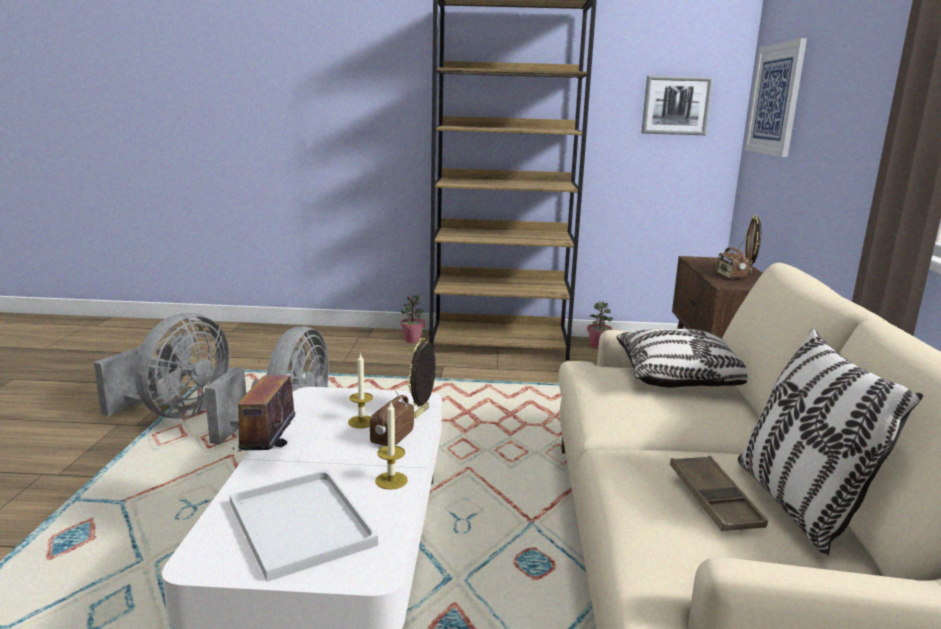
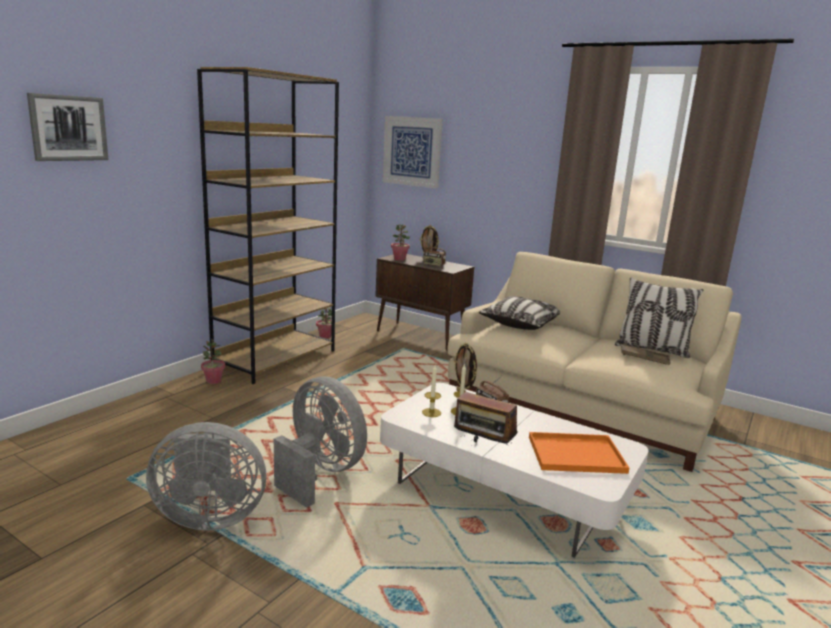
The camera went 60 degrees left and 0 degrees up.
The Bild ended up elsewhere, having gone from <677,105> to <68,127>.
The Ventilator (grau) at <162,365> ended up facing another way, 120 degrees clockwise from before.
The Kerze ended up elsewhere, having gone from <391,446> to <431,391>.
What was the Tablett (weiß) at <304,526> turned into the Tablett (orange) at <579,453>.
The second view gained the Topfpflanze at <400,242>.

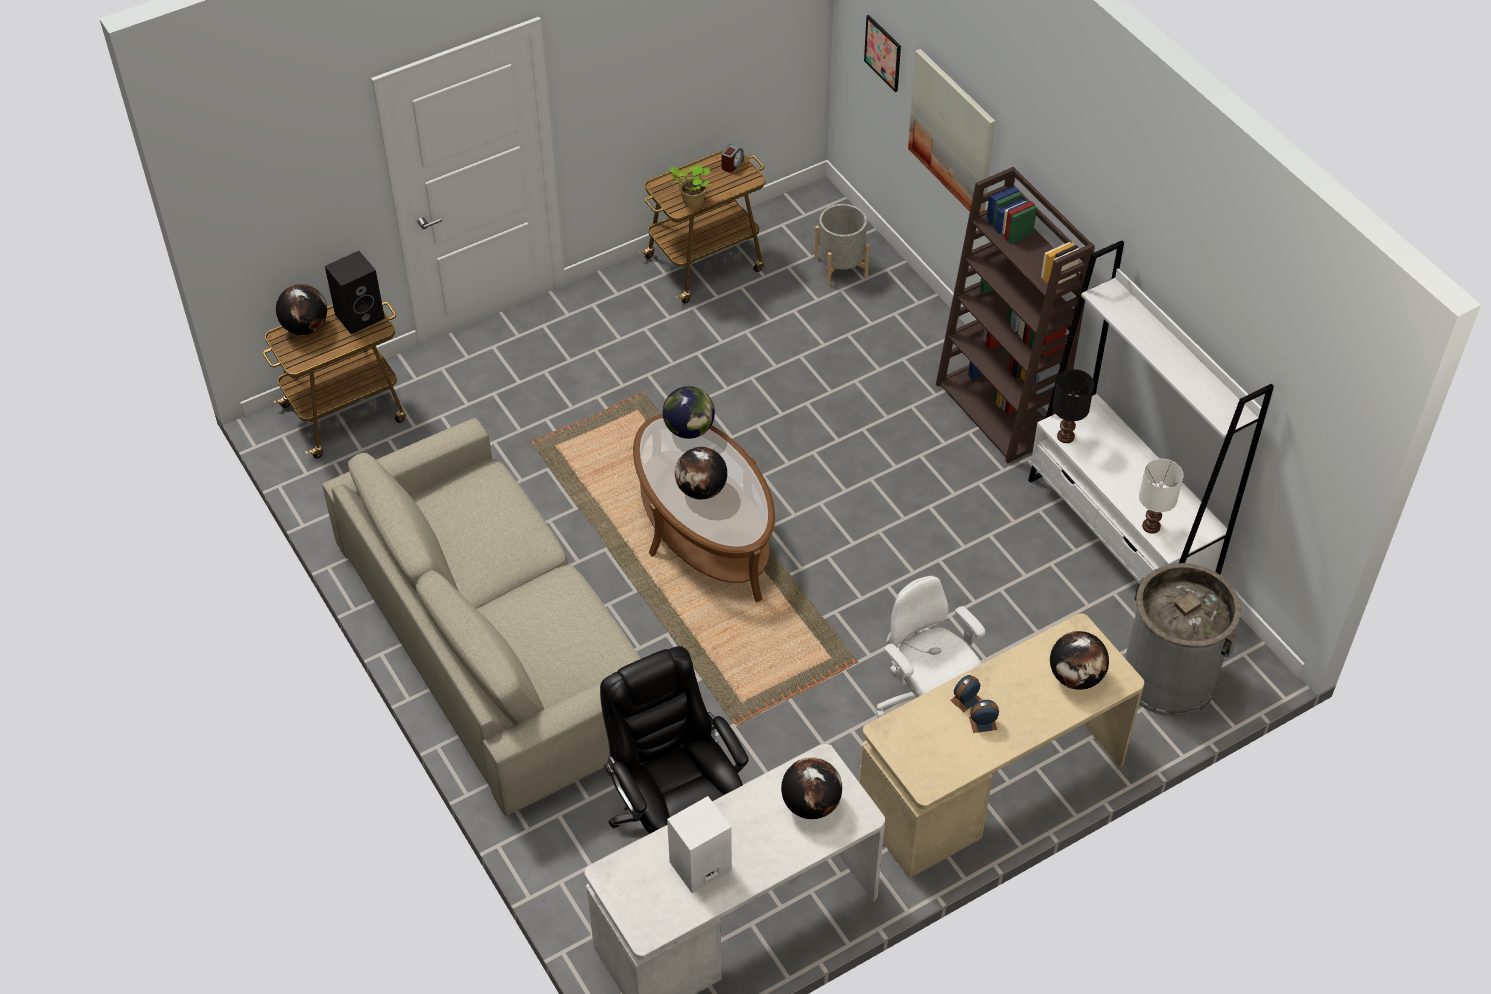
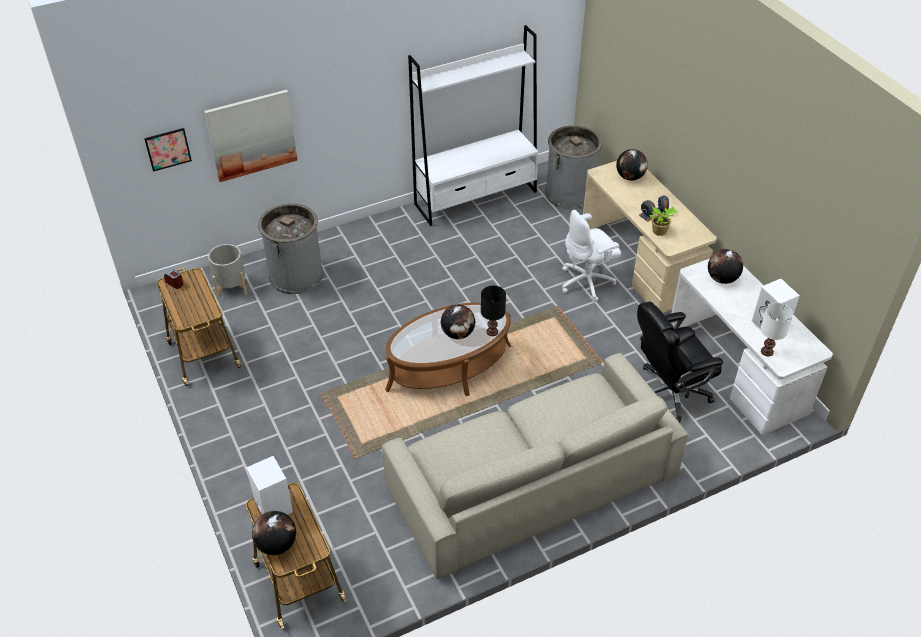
The camera went 85 degrees left and 5 degrees down.
The Topfpflanze ended up elsewhere, having gone from <689,186> to <663,221>.
The second view lost the Bücherregal (braun) at <1015,315>.
What was the Lautsprecher (schwarz) at <355,293> turned into the Lautsprecher (weiß) at <269,485>.
The Tischlampe (schwarz) ended up elsewhere, having gone from <1073,406> to <493,311>.
The second view lost the Globus at <689,412>.
The Tischlampe (weiß) ended up elsewhere, having gone from <1161,496> to <776,329>.
The second view gained the Mülleimer (grau) at <290,248>.

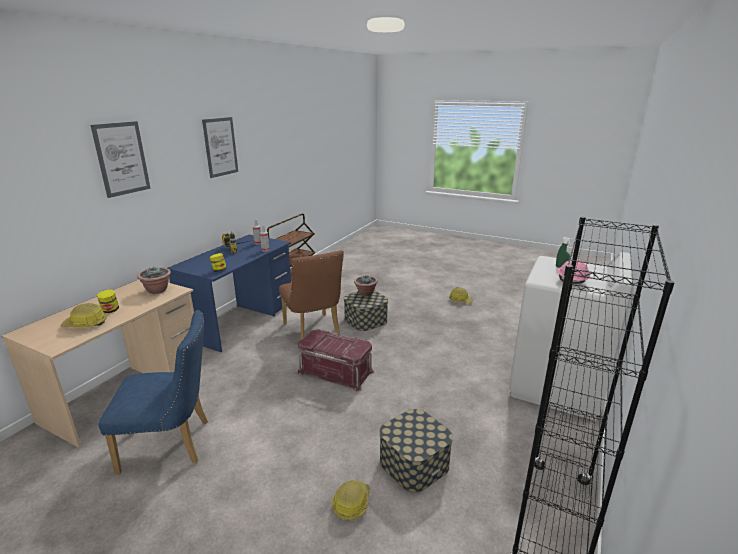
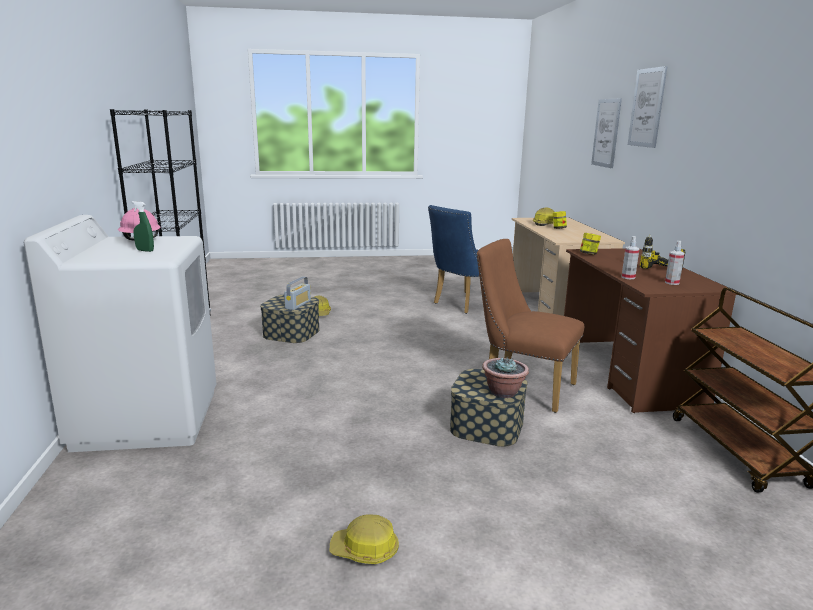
The camera went 145 degrees right and 5 degrees down.
The Bild ended up elsewhere, having gone from <220,147> to <606,133>.
What was the Schreibtisch (blau) at <229,293> turned into the Schreibtisch (braun) at <651,330>.
The second view lost the Topfpflanze at <154,280>.
The second view lost the Aufbewahrungsbox (rot) at <335,360>.
The second view gained the Radio at <297,293>.

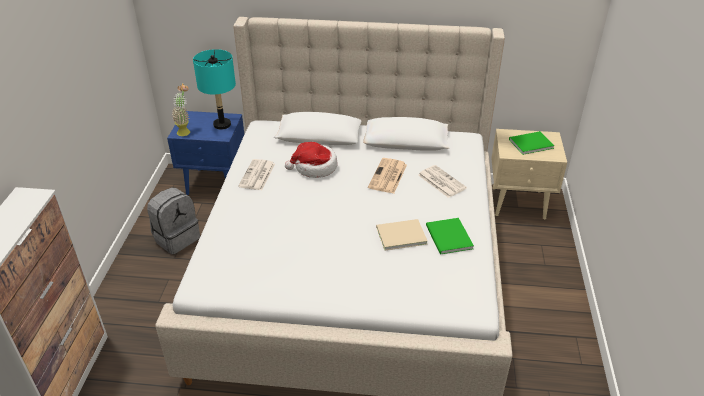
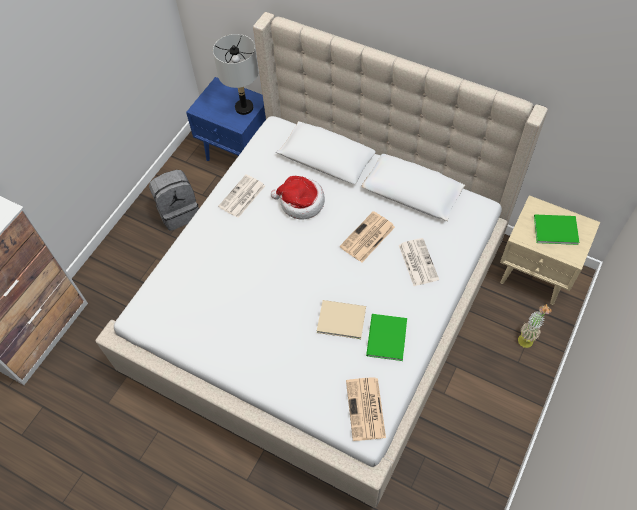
The camera went 25 degrees right and 20 degrees up.
What was the Tischlampe (türkis) at <214,89> turned into the Tischlampe (grau) at <235,74>.
The Topfpflanze ended up elsewhere, having gone from <180,110> to <535,326>.
The second view gained the Zeitung at <366,409>.

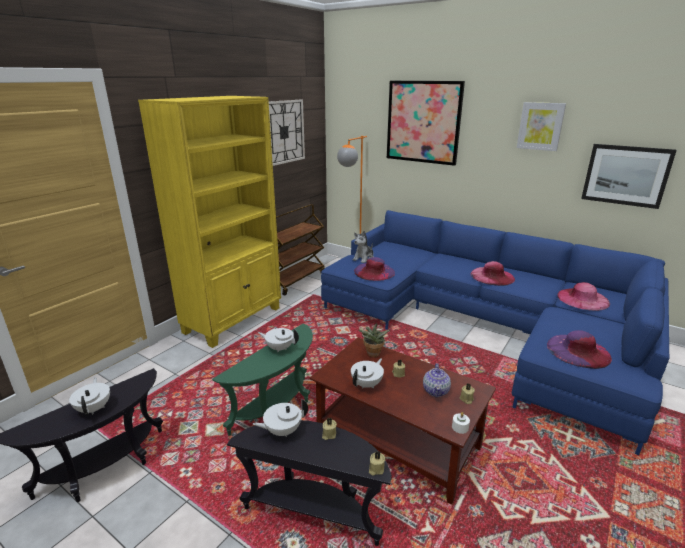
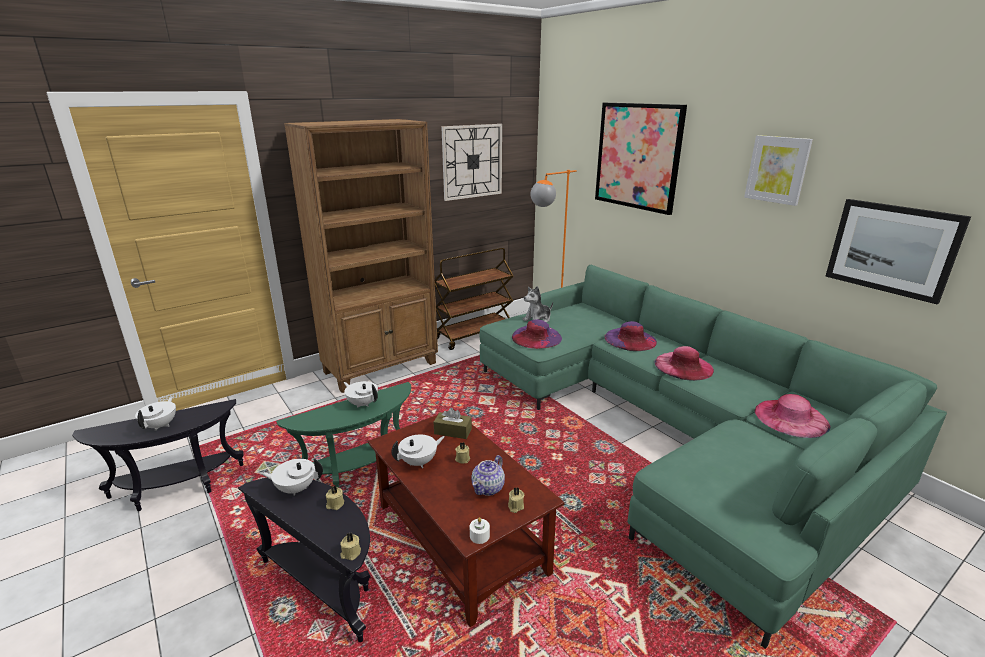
The camera went 20 degrees right and 0 degrees up.
What was the Bücherregal (gelb) at <209,222> turned into the Bücherregal (braun) at <361,256>.
What was the Sofa (blau) at <495,332> turned into the Sofa (grün) at <713,457>.
Where the Topfpflanze stood at <374,340>, the Taschentuchbox (braun) came to stand at <453,423>.
The Hut (lila) ended up elsewhere, having gone from <579,349> to <630,336>.

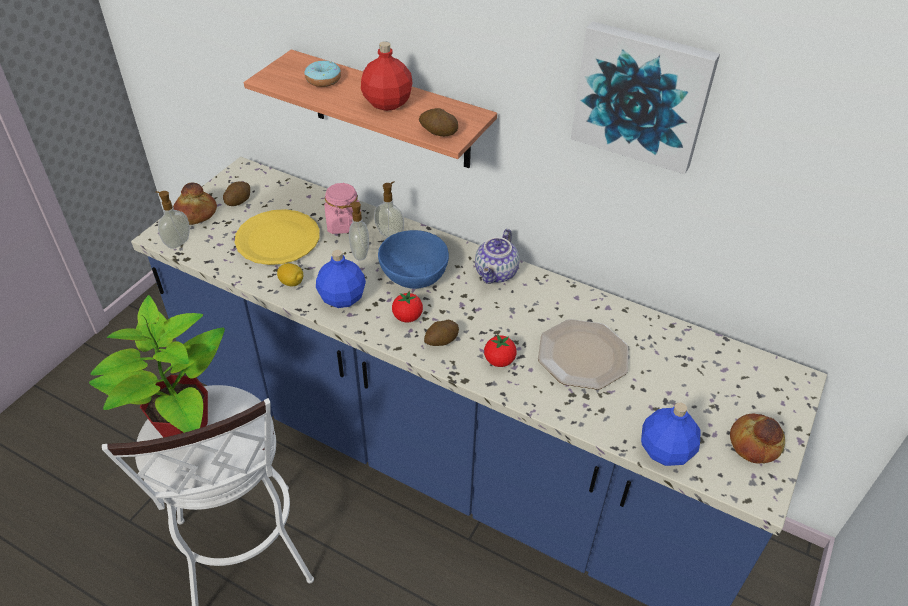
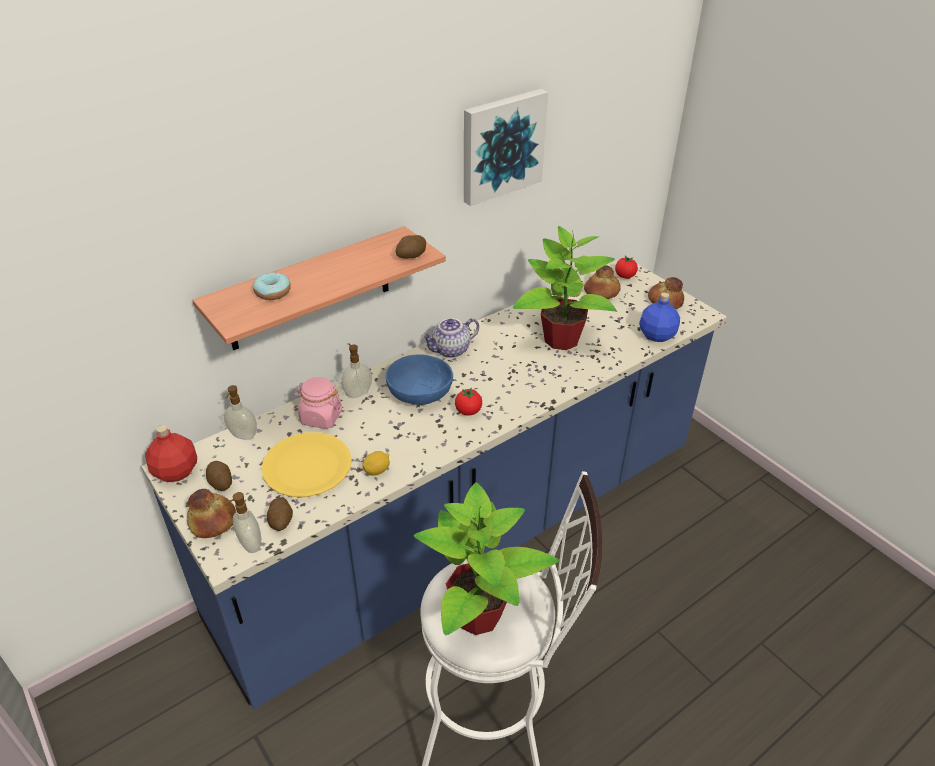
The camera went 65 degrees left and 5 degrees down.
The Flasche (rot) ended up elsewhere, having gone from <387,76> to <171,453>.
The Seifenspender ended up elsewhere, having gone from <356,231> to <240,412>.
The Teekanne at <497,256> ended up facing another way, 105 degrees clockwise from before.
The second view lost the Flasche (blau) at <341,279>.
Where the Teller stood at <583,354>, the Topfpflanze came to stand at <564,288>.
The Kartoffel ended up elsewhere, having gone from <441,333> to <280,514>.
The Tomate ended up elsewhere, having gone from <500,350> to <626,267>.
The second view gained the Brot at <602,282>.

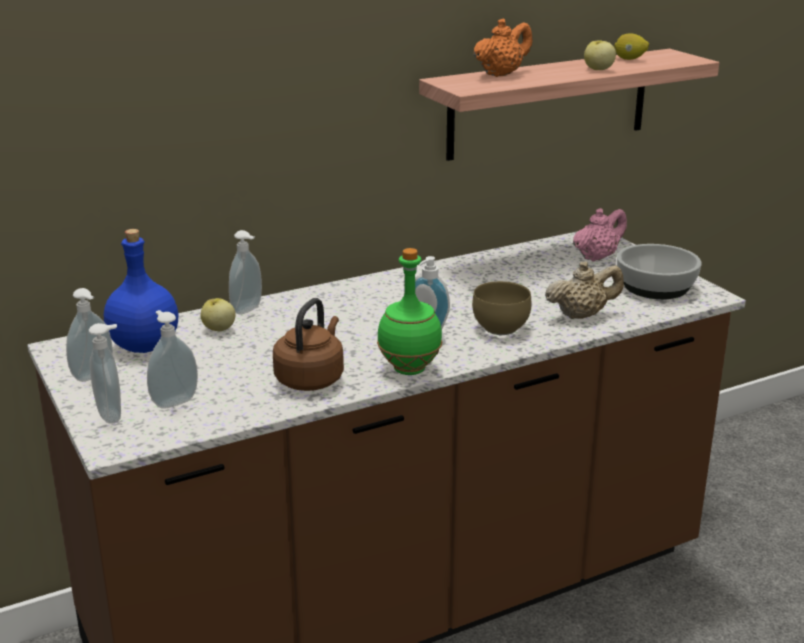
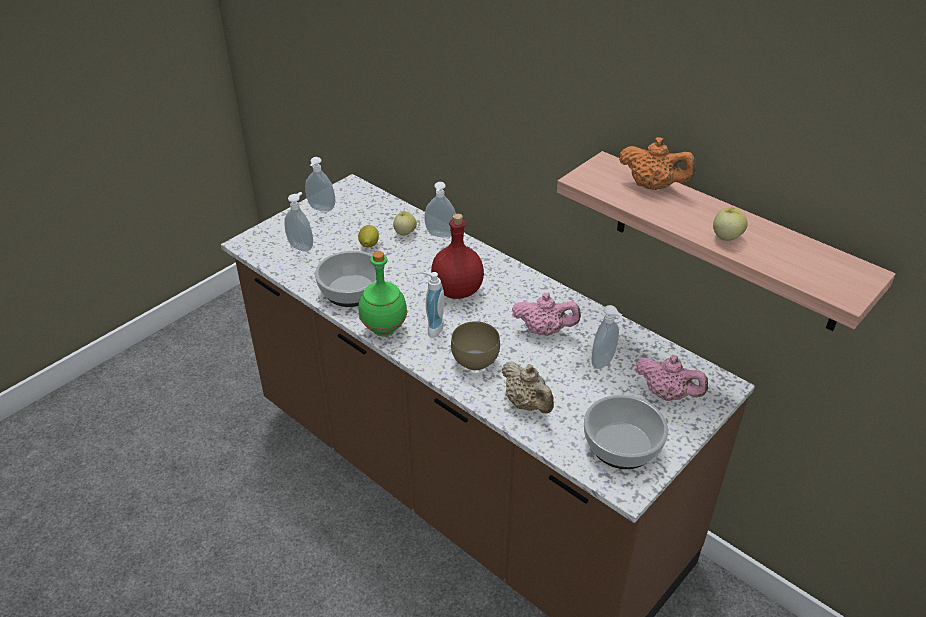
The camera went 70 degrees right and 15 degrees up.
The Zitrone ended up elsewhere, having gone from <631,46> to <368,236>.
The second view lost the Flasche (blau) at <141,291>.
Where the Wasserkessel (braun) stood at <308,344>, the Schüssel came to stand at <346,279>.
The Seifenspender ended up elsewhere, having gone from <105,373> to <607,337>.
The second view gained the Flasche (rot) at <457,256>.
The second view gained the Teekanne (rosa) at <546,314>.

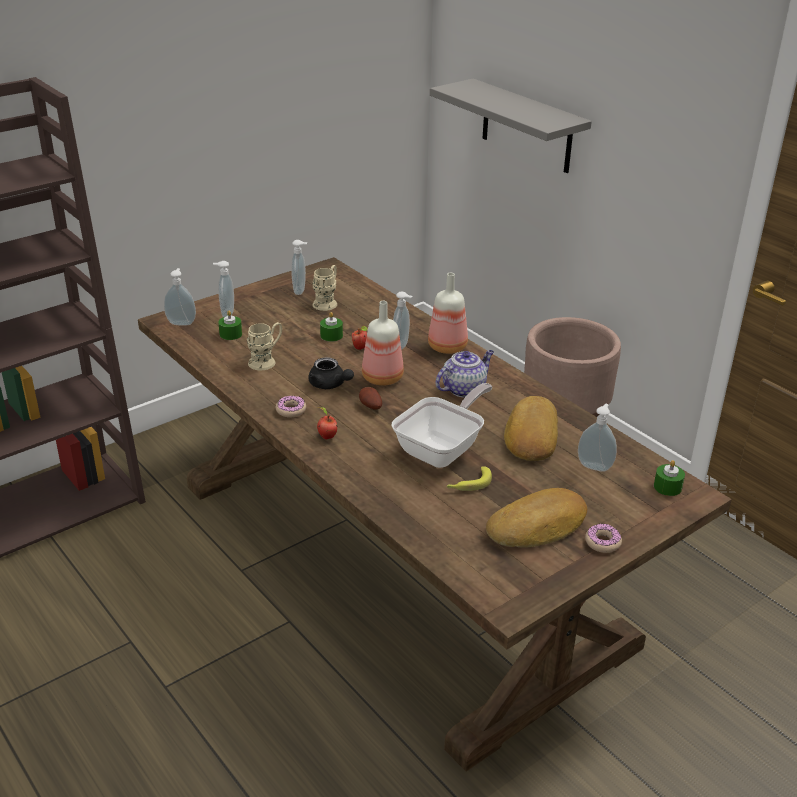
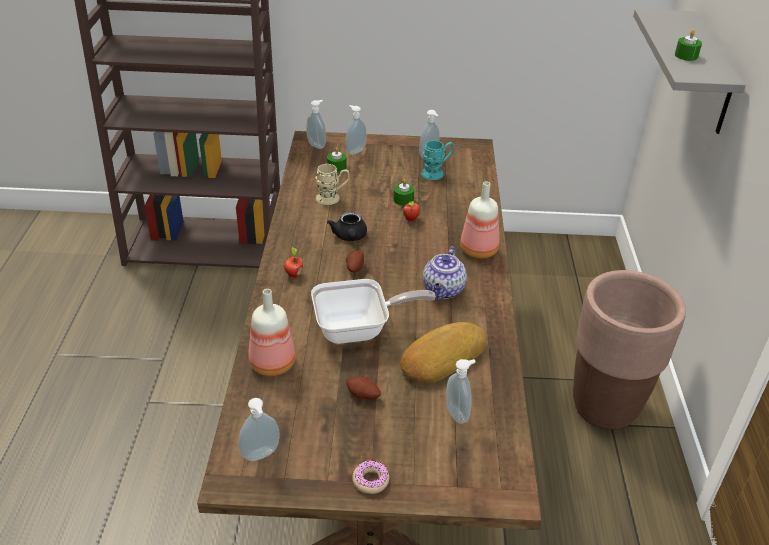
The camera went 40 degrees right and 5 degrees up.
What was the Henkelbecher (beige) at <324,288> turned into the Henkelbecher (türkis) at <437,160>.
The Seifenspender ended up elsewhere, having gone from <402,320> to <259,429>.
The Flasche ended up elsewhere, having gone from <383,343> to <271,332>.
The Teekanne at <465,374> ended up facing another way, 105 degrees clockwise from before.
The second view lost the Donut at <291,406>.
The Kerze (grün) ended up elsewhere, having gone from <669,478> to <688,45>.
The second view lost the Banane at <469,478>.
The second view lost the Brot at <536,518>.
The second view gained the Kartoffel at <363,388>.

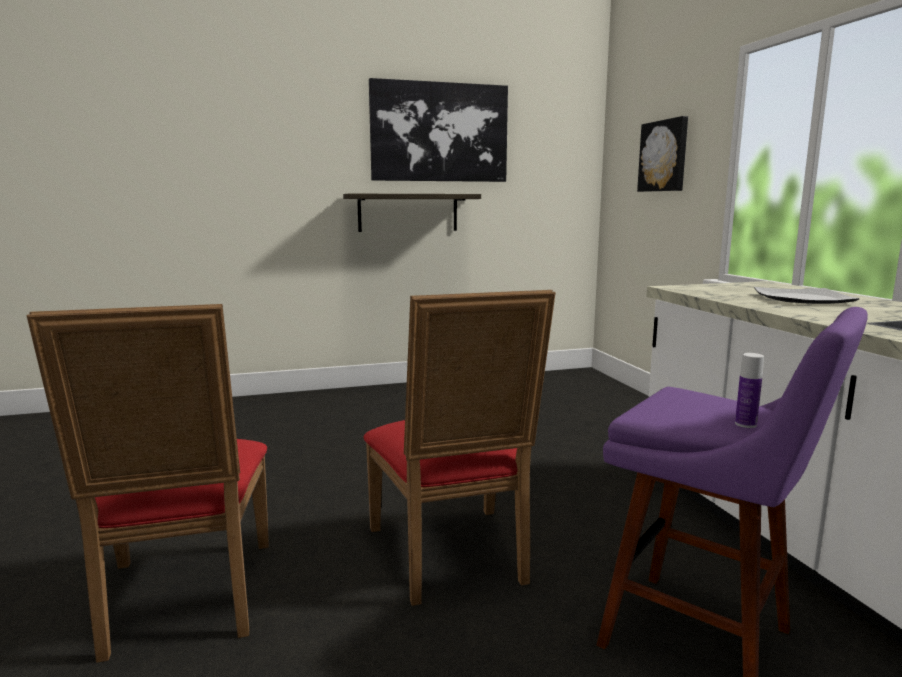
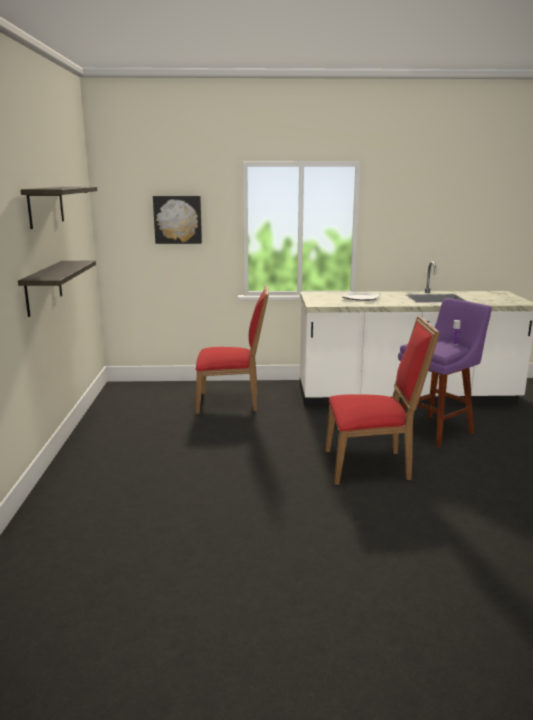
The camera went 75 degrees left and 5 degrees up.
Where the Bild hung at <438,130>, the Wandregal came to hang at <59,208>.
The Stuhl (rot) ended up elsewhere, having gone from <147,483> to <232,349>.

